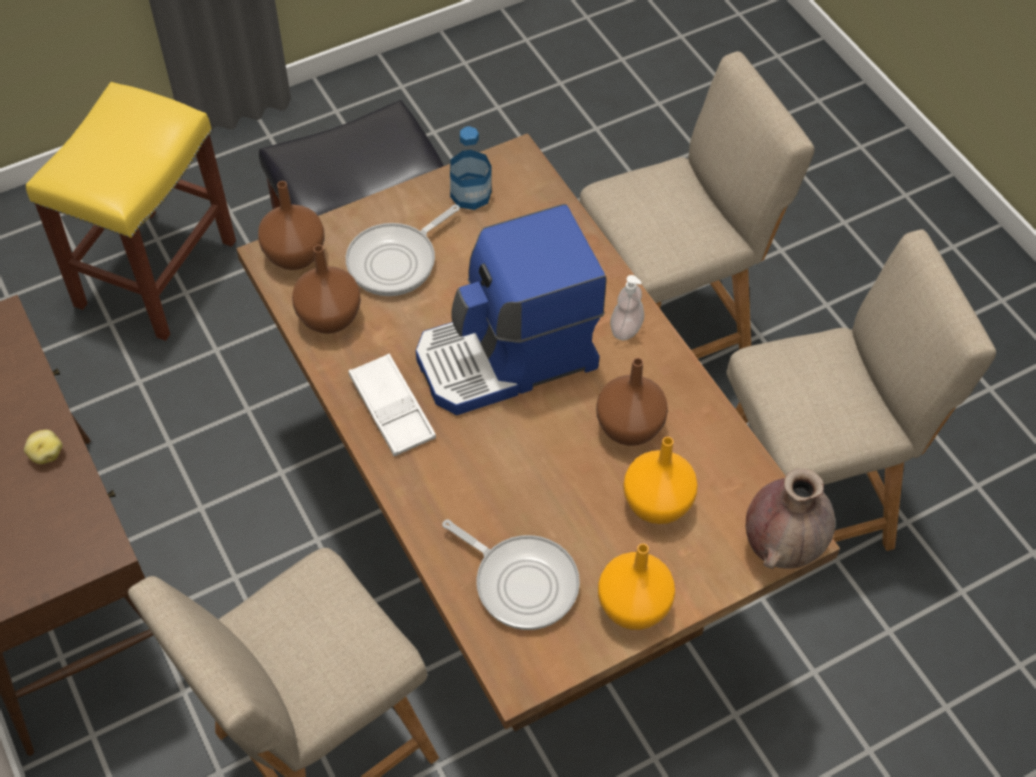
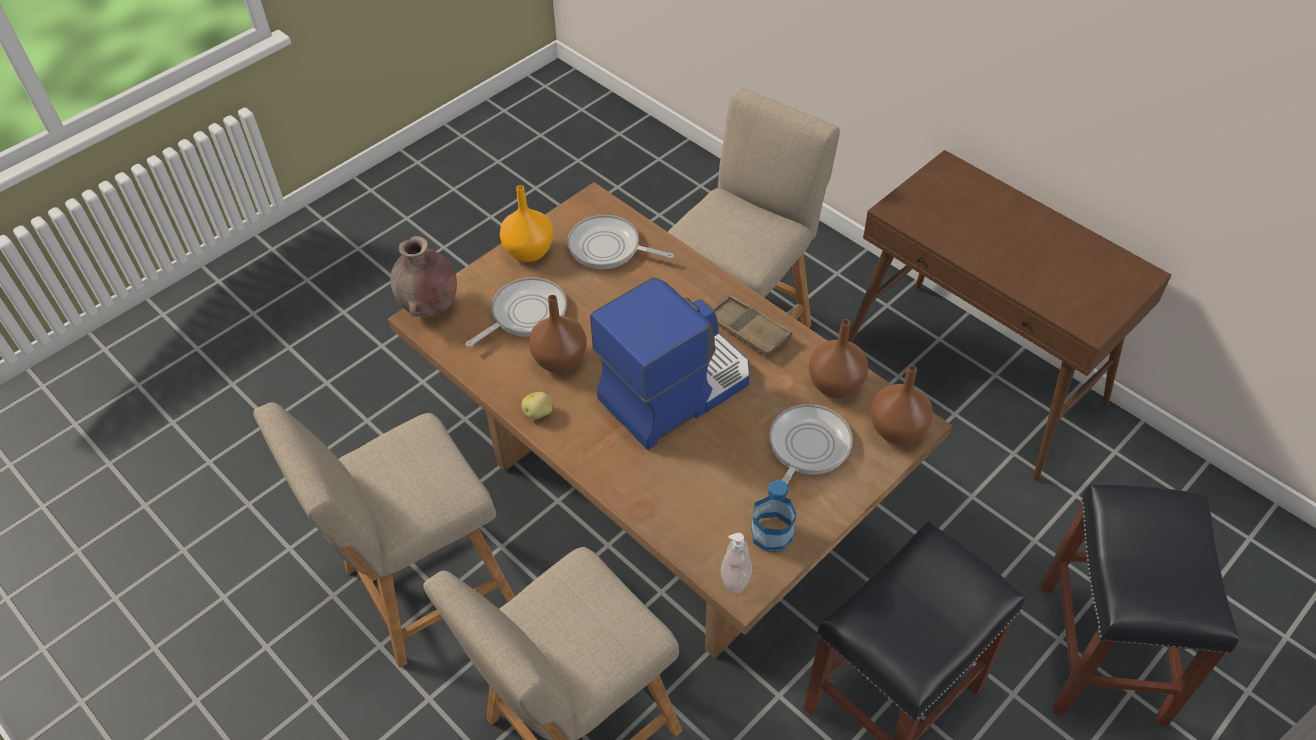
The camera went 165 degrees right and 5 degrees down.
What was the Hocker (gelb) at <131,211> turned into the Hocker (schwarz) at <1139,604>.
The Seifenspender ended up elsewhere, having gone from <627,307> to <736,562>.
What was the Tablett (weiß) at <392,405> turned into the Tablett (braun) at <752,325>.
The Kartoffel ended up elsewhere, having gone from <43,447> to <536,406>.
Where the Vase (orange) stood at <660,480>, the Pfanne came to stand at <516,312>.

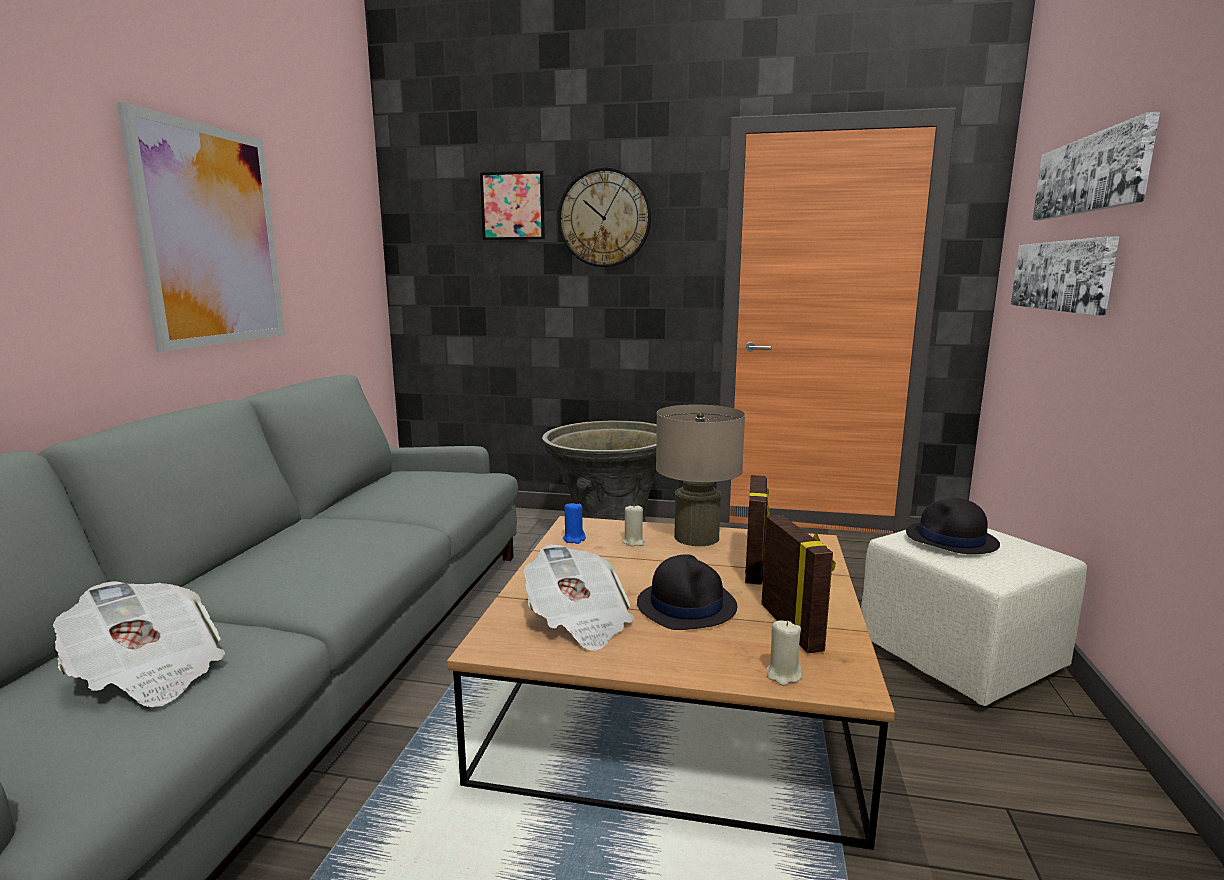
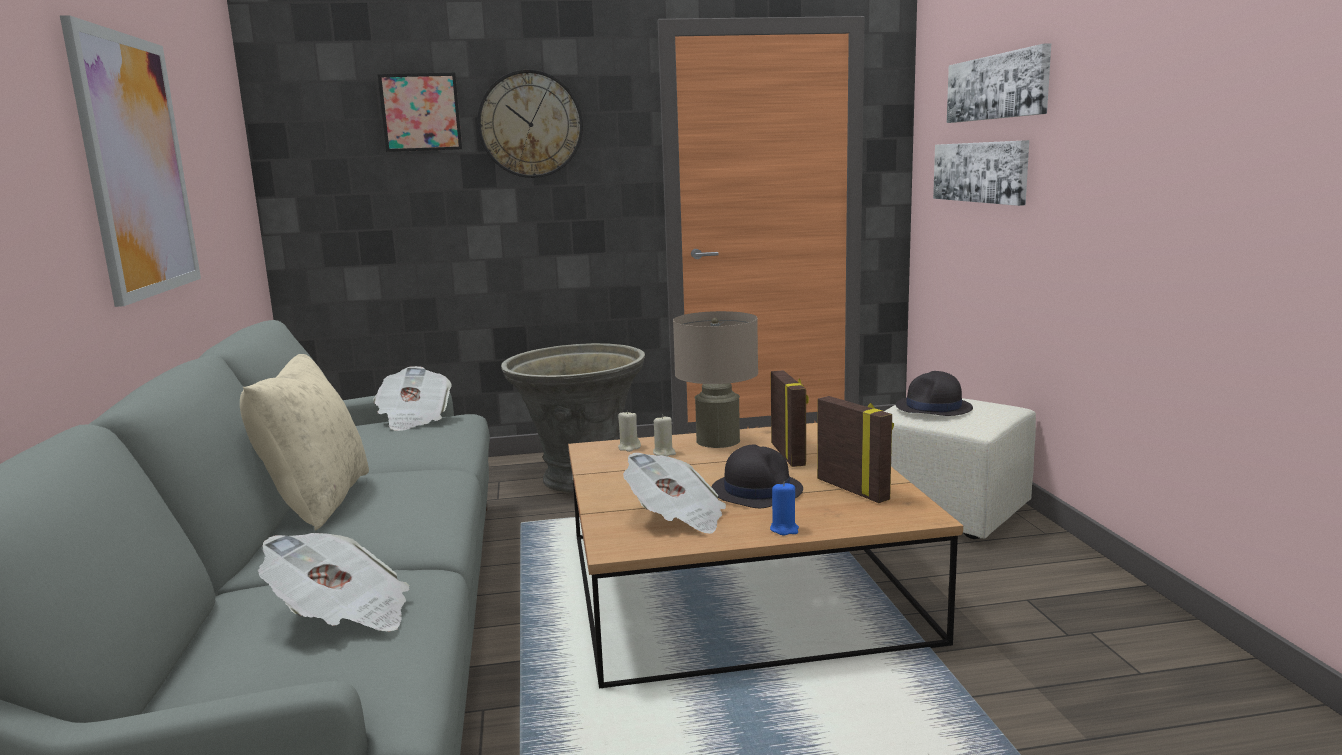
The camera went 20 degrees left and 0 degrees up.
The Kerze (blau) ended up elsewhere, having gone from <574,523> to <784,508>.
The Kerze (beige) ended up elsewhere, having gone from <784,653> to <629,431>.
The second view gained the Kissen (beige) at <304,442>.
The second view gained the Zeitung at <412,398>.

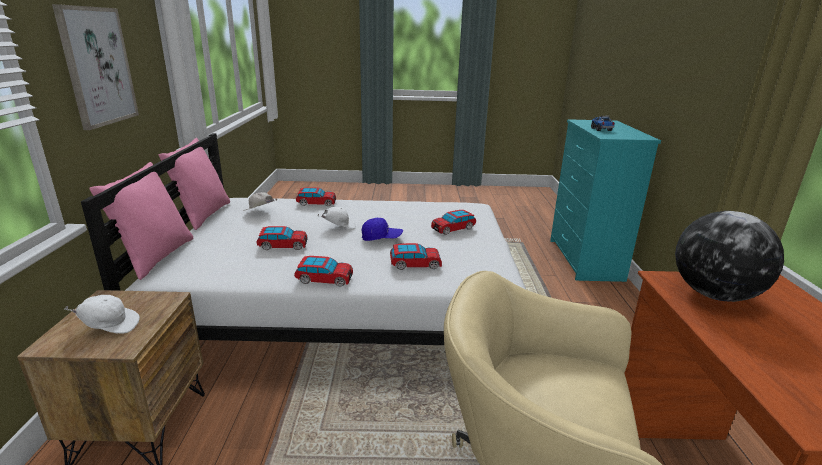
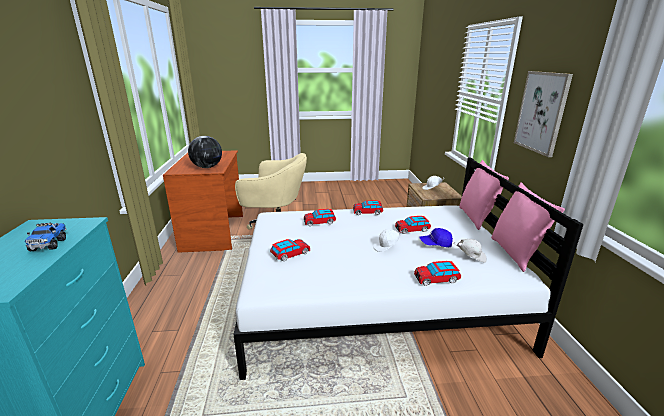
The camera went 175 degrees right and 0 degrees up.
The Kappe (blau) ended up elsewhere, having gone from <382,229> to <436,237>.

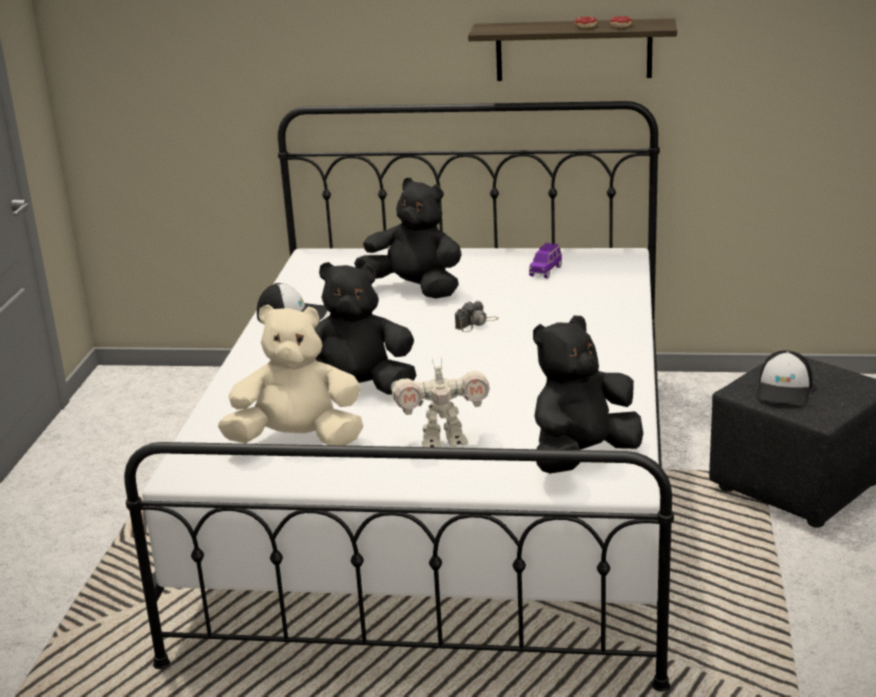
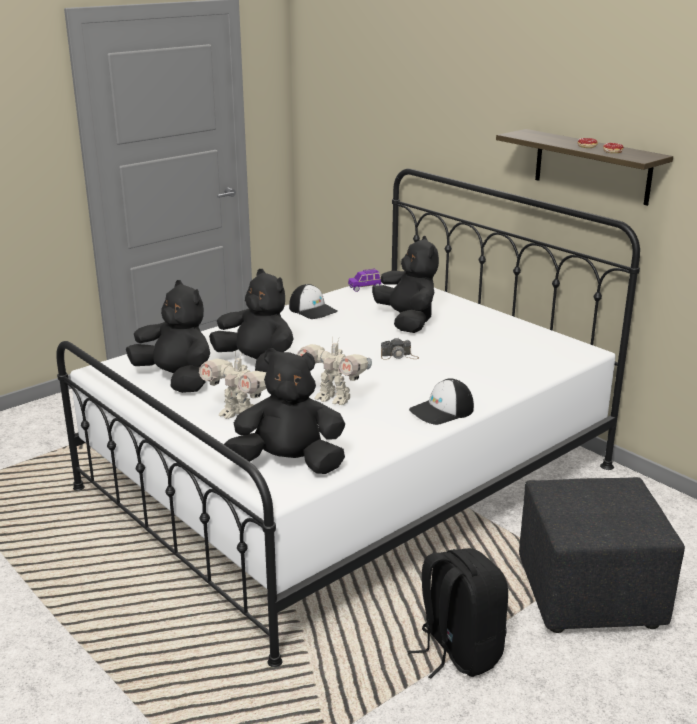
The camera went 40 degrees right and 0 degrees up.
The Spielzeugauto (lila) ended up elsewhere, having gone from <545,260> to <364,280>.
What was the Plüschtier (beige) at <290,375> turned into the Plüschtier (schwarz) at <168,336>.
The Kappe ended up elsewhere, having gone from <784,377> to <441,401>.
The second view gained the Spielzeugroboter at <334,370>.
The second view gained the Rucksack (schwarz) at <458,613>.

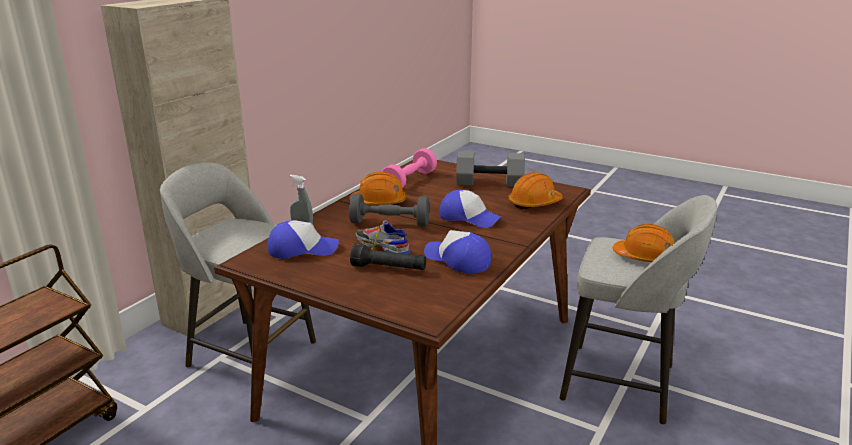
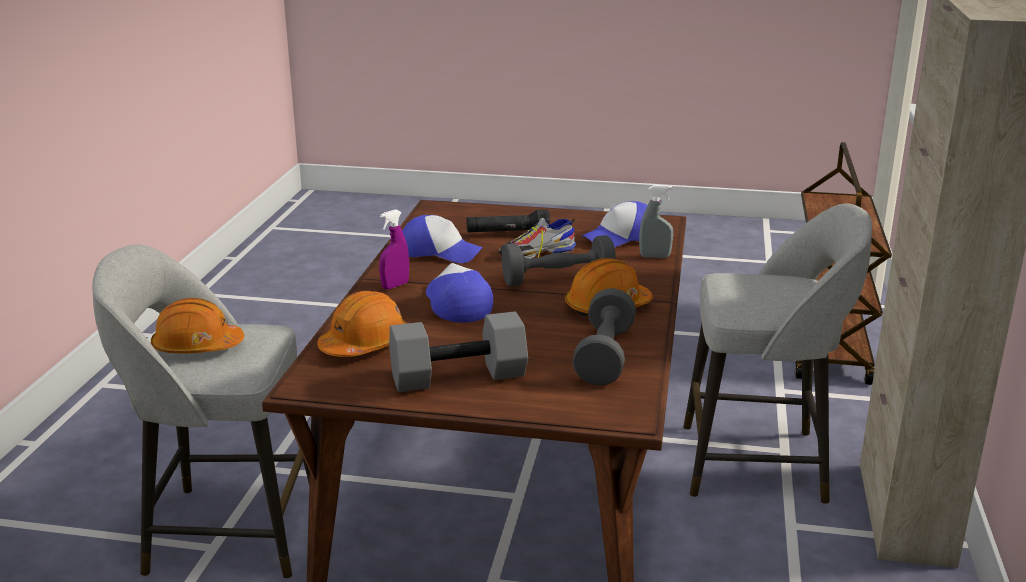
The camera went 160 degrees right and 0 degrees up.
What was the Hantel (rosa) at <409,168> turned into the Hantel (grau) at <604,337>.
The Kappe at <470,209> ended up facing another way, 60 degrees clockwise from before.
The Schuh at <383,237> ended up facing another way, 135 degrees clockwise from before.
The second view gained the Sprühflasche (lila) at <394,249>.

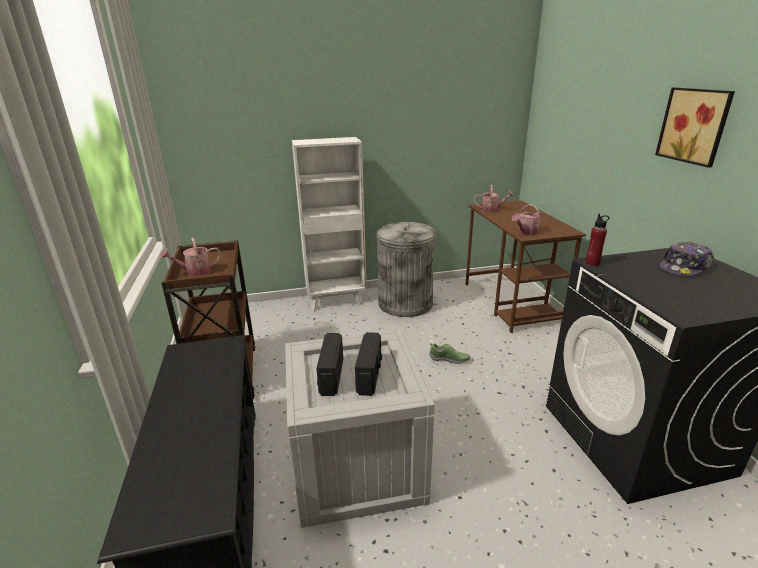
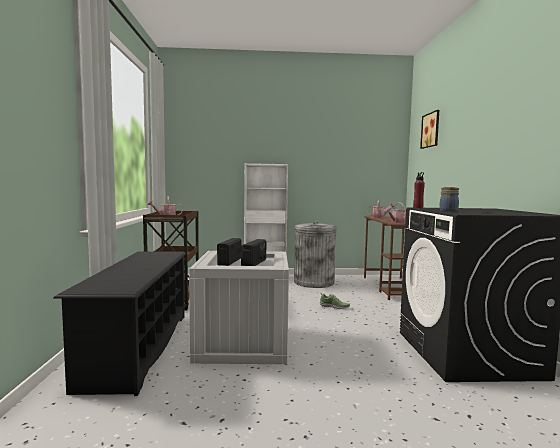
The camera went 10 degrees right and 20 degrees down.
The Bild ended up elsewhere, having gone from <695,127> to <429,129>.
The second view lost the Kappe at <686,258>.
The second view gained the Vorratsglas at <449,199>.

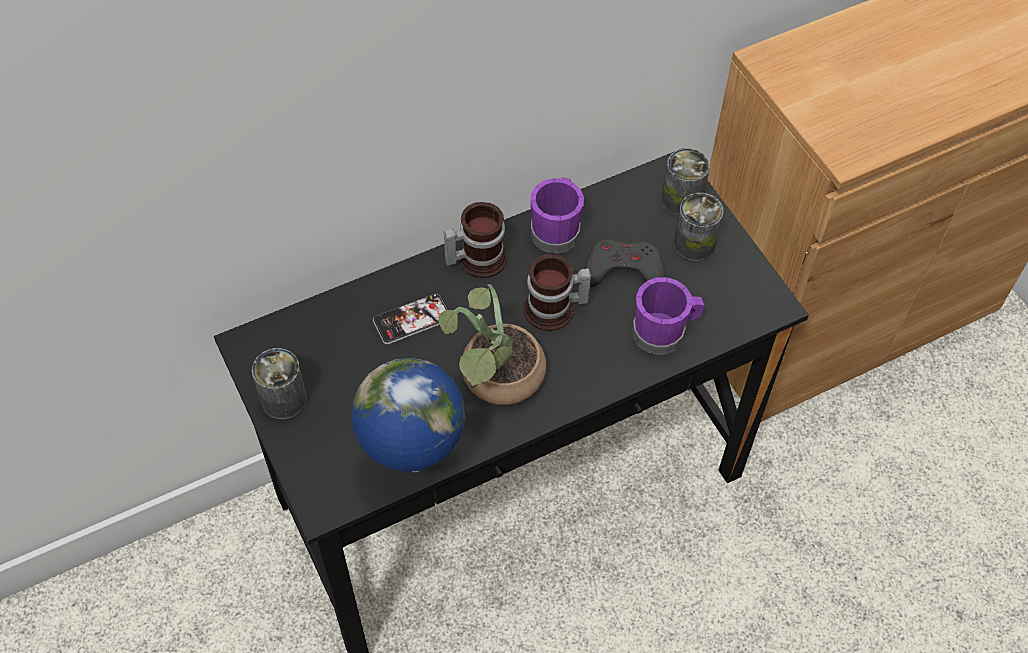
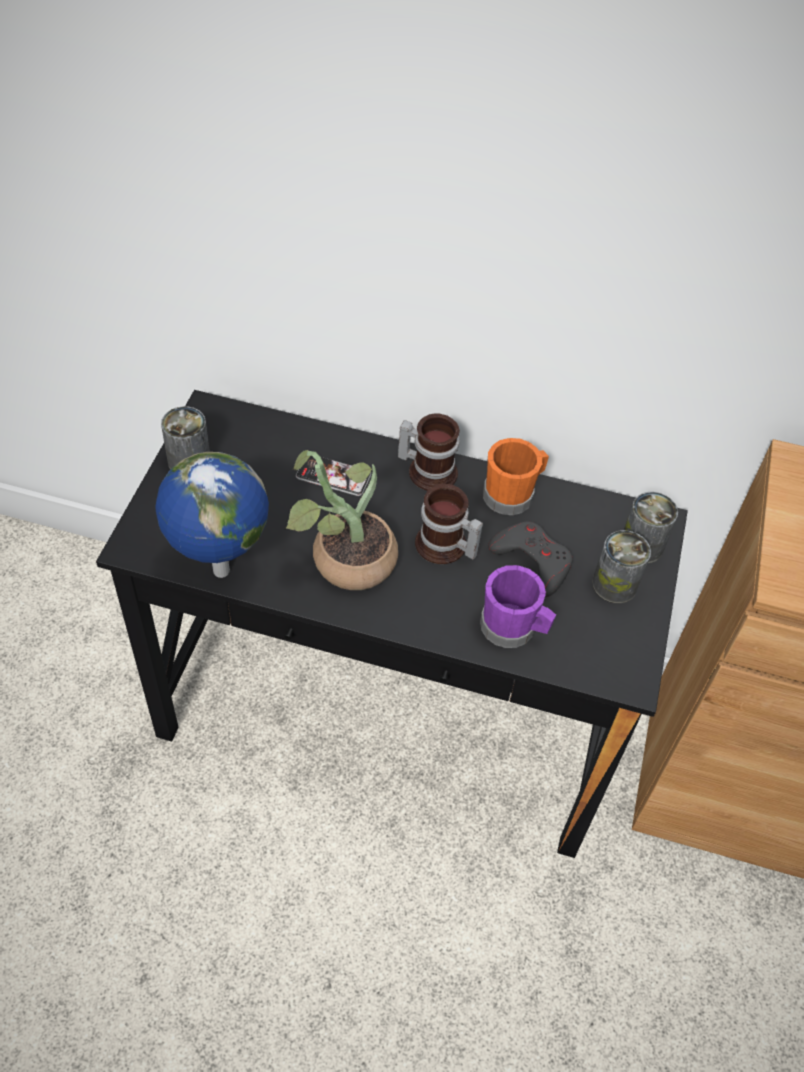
The camera went 40 degrees right and 5 degrees down.
What was the Henkelbecher (lila) at <557,215> turned into the Henkelbecher (orange) at <516,476>.

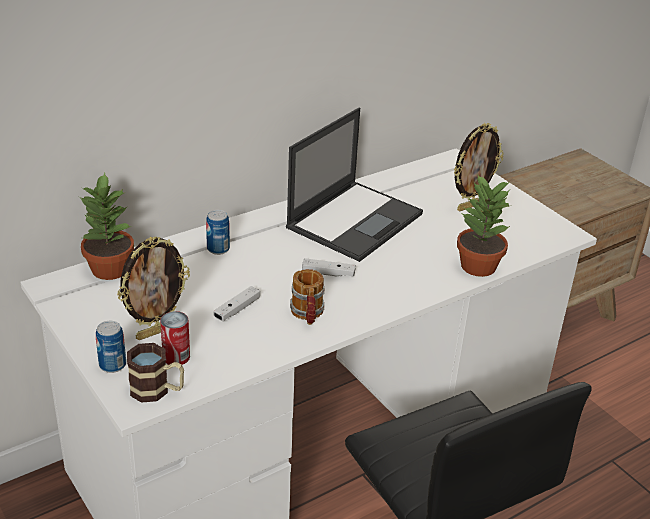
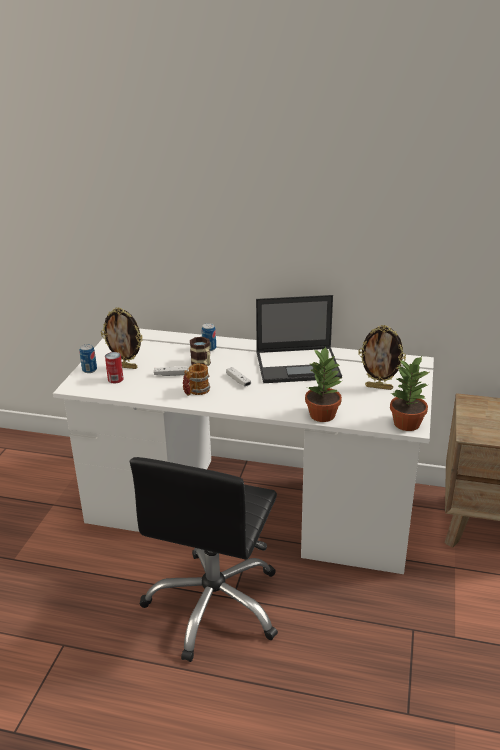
The camera went 50 degrees right and 5 degrees down.
The Topfpflanze ended up elsewhere, having gone from <106,226> to <409,393>.
The Henkelbecher ended up elsewhere, having gone from <155,373> to <200,351>.

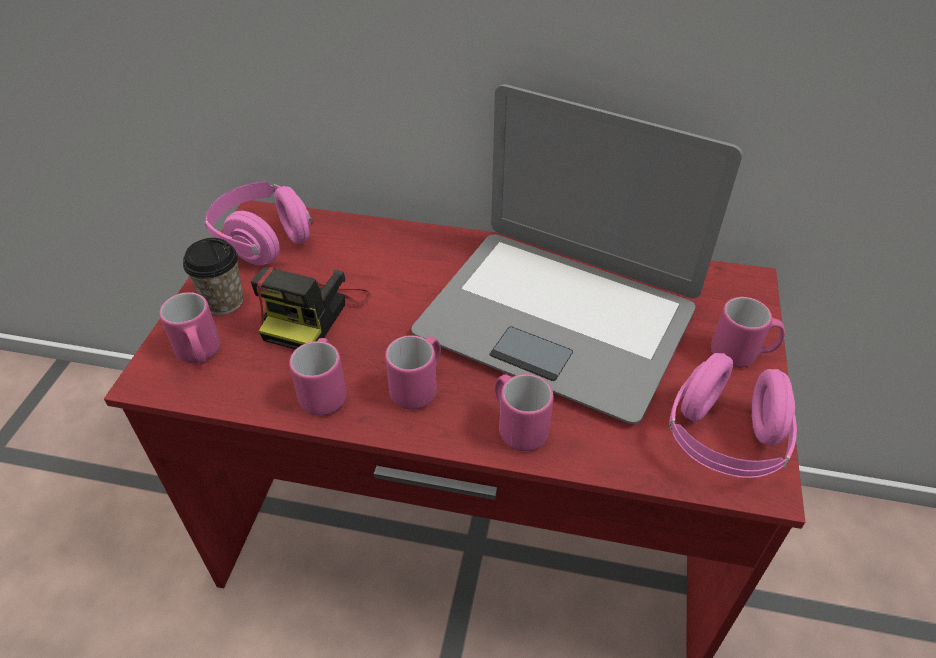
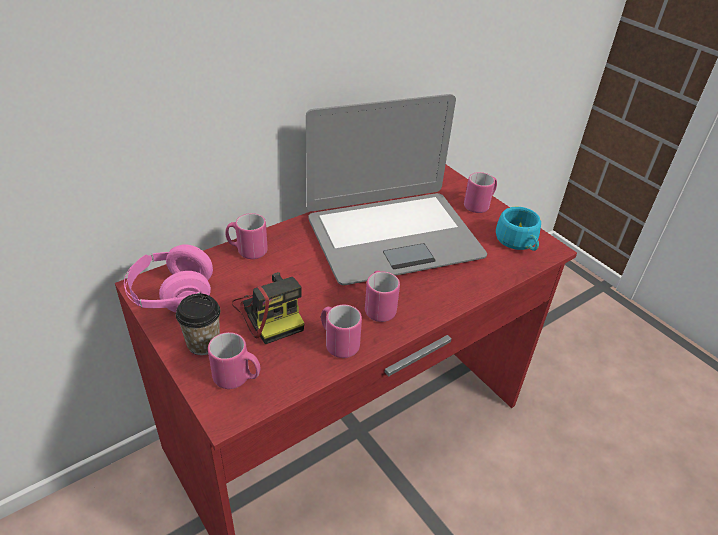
The camera went 50 degrees left and 5 degrees down.
Where the Kopfhörer (rosa) stood at <733,415>, the Tasse (türkis) came to stand at <518,229>.
The Henkelbecher (rosa) ended up elsewhere, having gone from <524,412> to <246,236>.

